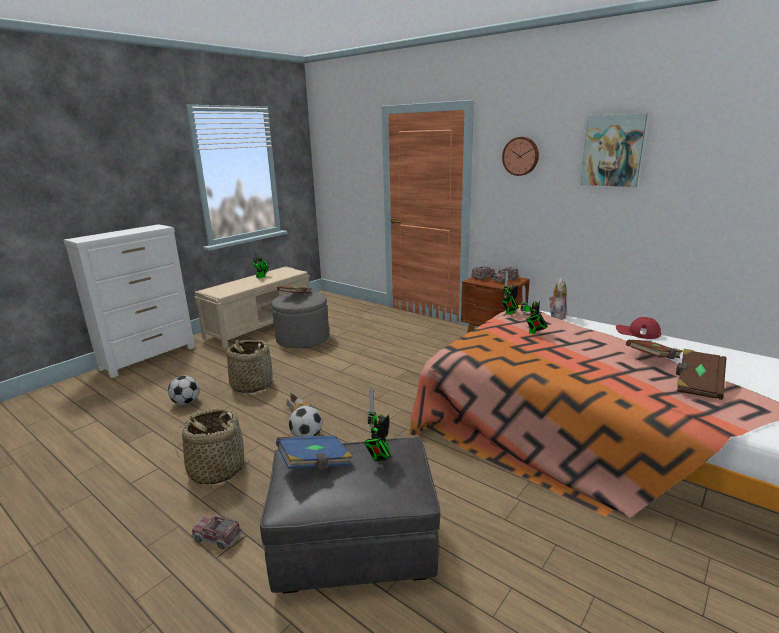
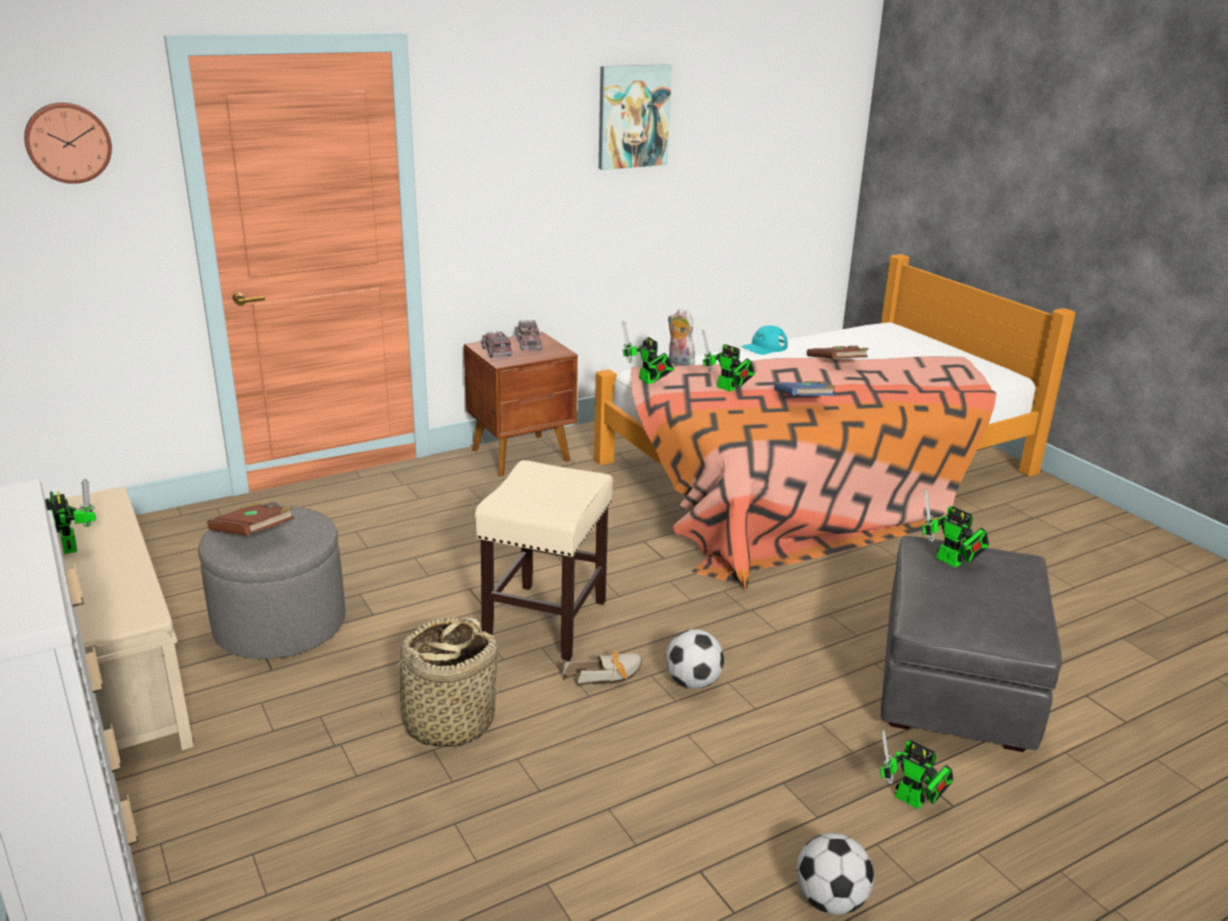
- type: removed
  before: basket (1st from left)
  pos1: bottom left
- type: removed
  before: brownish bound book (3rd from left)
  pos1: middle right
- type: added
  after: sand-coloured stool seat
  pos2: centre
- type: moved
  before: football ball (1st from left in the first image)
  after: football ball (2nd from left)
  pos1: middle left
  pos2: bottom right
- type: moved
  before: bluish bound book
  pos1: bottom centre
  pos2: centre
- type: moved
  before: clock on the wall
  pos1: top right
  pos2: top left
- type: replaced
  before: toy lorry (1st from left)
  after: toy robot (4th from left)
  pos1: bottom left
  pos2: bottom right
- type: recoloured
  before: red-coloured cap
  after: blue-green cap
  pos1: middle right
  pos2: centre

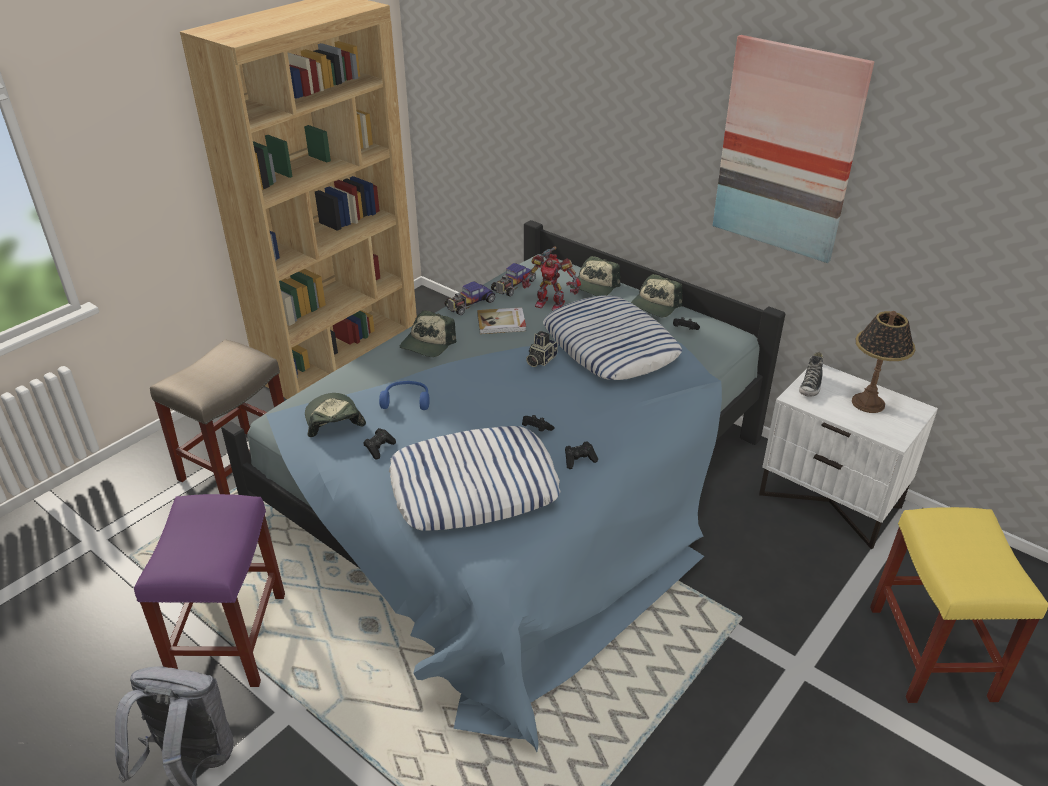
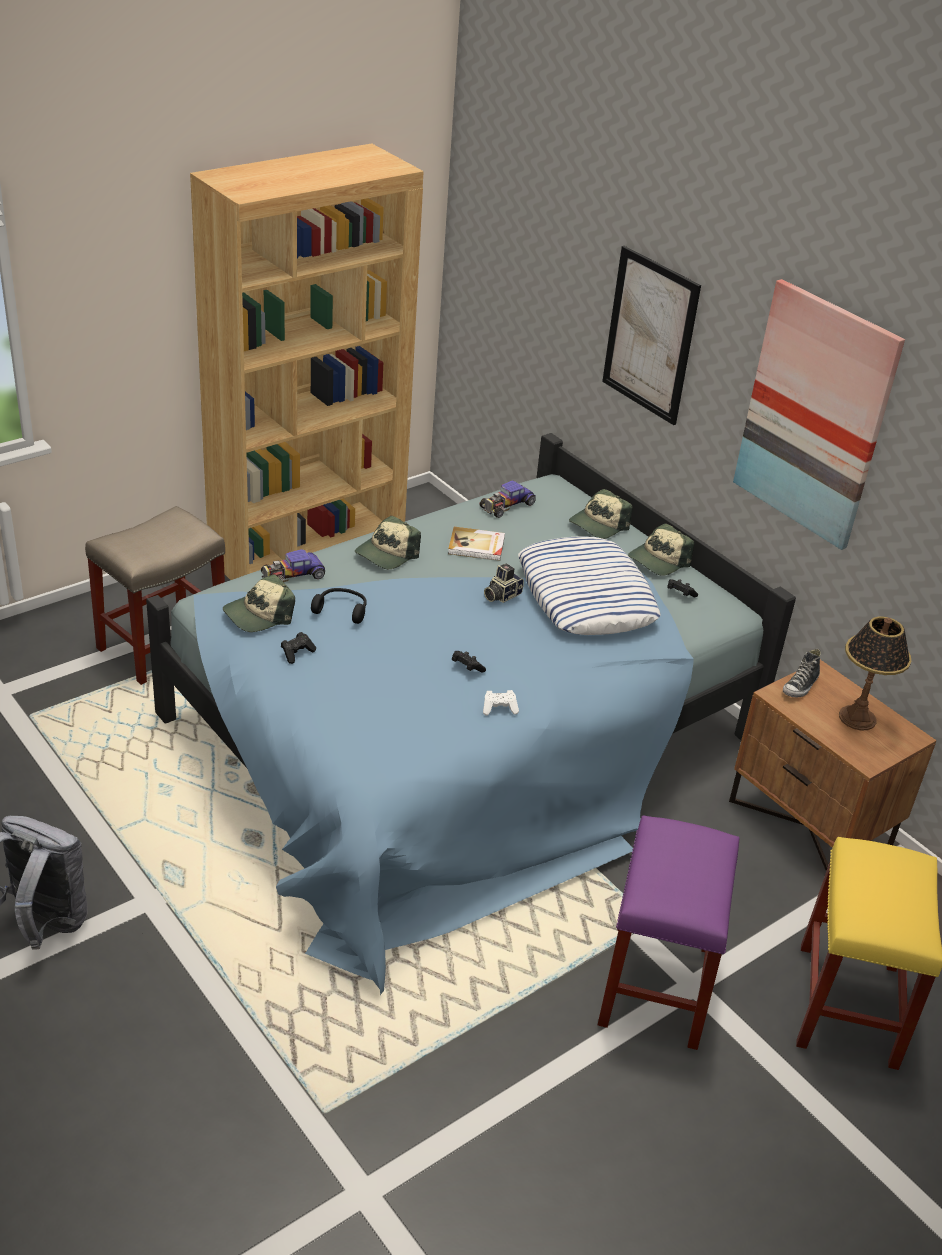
- type: removed
  before: cushion (1st from left)
  pos1: centre
- type: removed
  before: toy robot
  pos1: centre
- type: added
  after: wall art (1st from left)
  pos2: top right
- type: moved
  before: purple stool seat
  pos1: bottom left
  pos2: bottom right
- type: moved
  before: model car (1st from left)
  pos1: centre
  pos2: middle left
- type: recoloured
  before: bluish headset
  after: black headset
  pos1: centre
  pos2: centre
- type: recoloured
  before: black game controller (3rd from left)
  after: whitish game controller
  pos1: centre
  pos2: centre
- type: recoloured
  before: whitish night table
  after: brownish night table
  pos1: middle right
  pos2: middle right
- type: turned
  before: cap (1st from left)
  pos1: middle left
  pos2: middle left
  turn: -120

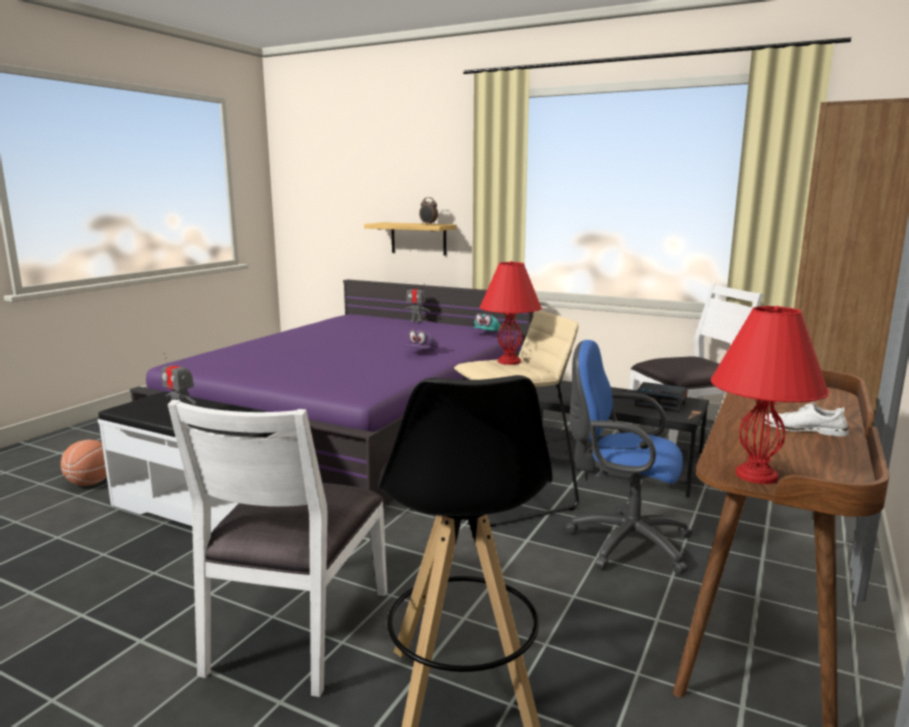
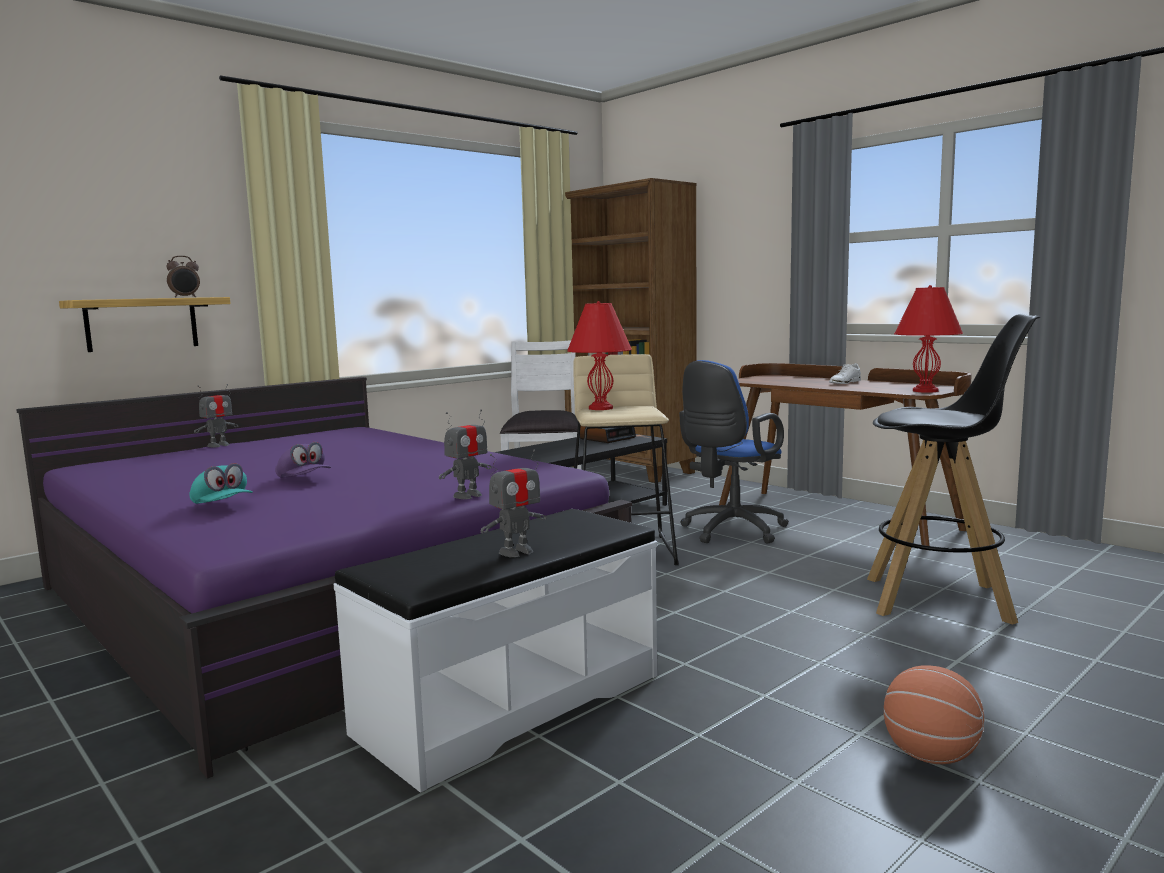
- type: removed
  before: whitish upright chair (1st from left)
  pos1: bottom left
- type: added
  after: toy robot (2nd from left)
  pos2: centre
- type: moved
  before: basketball ball
  pos1: middle left
  pos2: bottom right
- type: moved
  before: purple cap
  pos1: centre
  pos2: middle left
- type: moved
  before: blue-green cap
  pos1: centre
  pos2: middle left

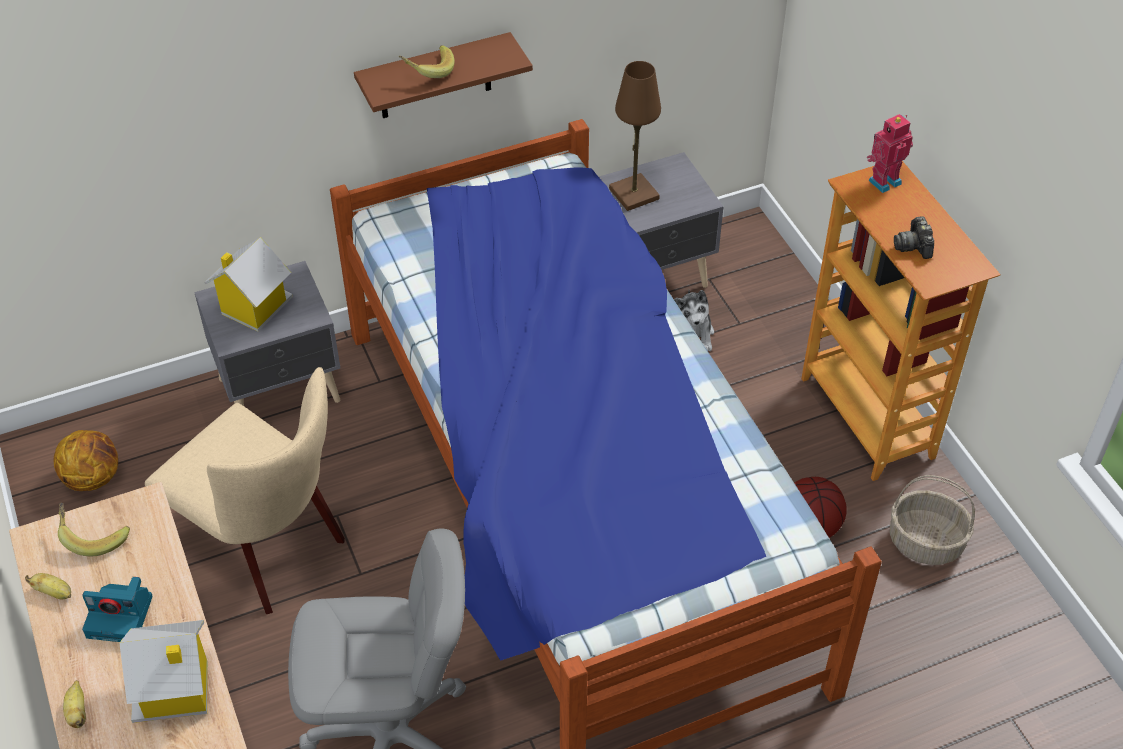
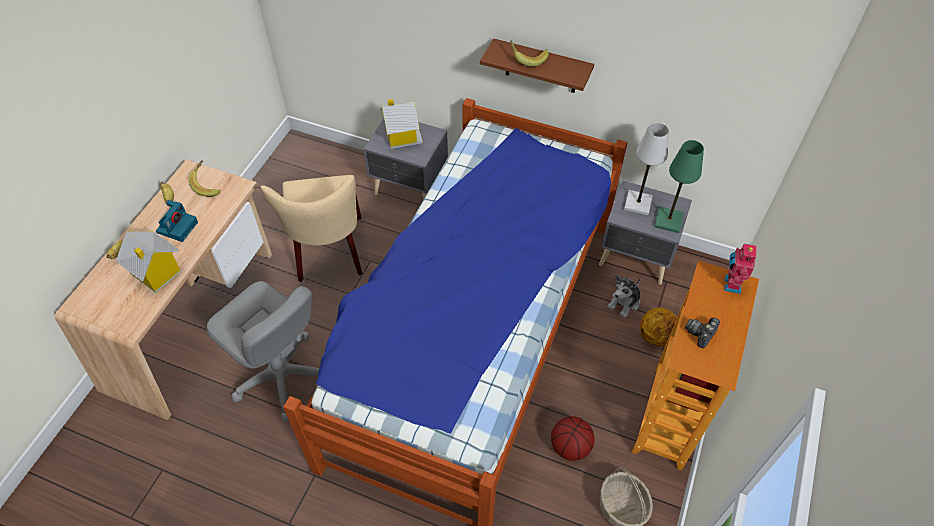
- type: added
  after: greenish table lamp
  pos2: middle right
- type: moved
  before: basketball ball (1st from left in the first image)
  after: basketball ball (2nd from left)
  pos1: middle left
  pos2: middle right
- type: recoloured
  before: brownish table lamp
  after: whitish table lamp
  pos1: top centre
  pos2: top right
- type: turned
  before: photo camera (1st from left)
  pos1: bottom left
  pos2: middle left
  turn: -120
- type: turned
  before: toy robot
  pos1: top right
  pos2: middle right
  turn: -90

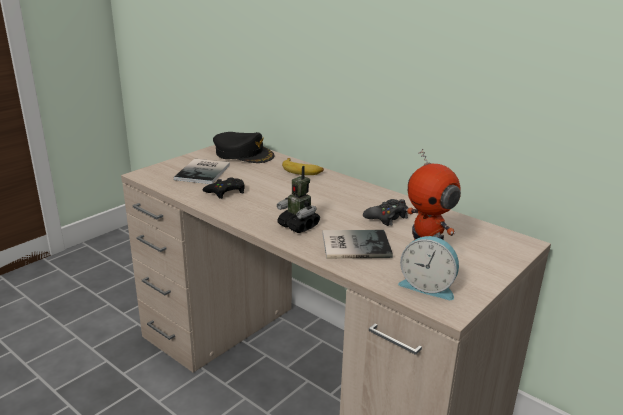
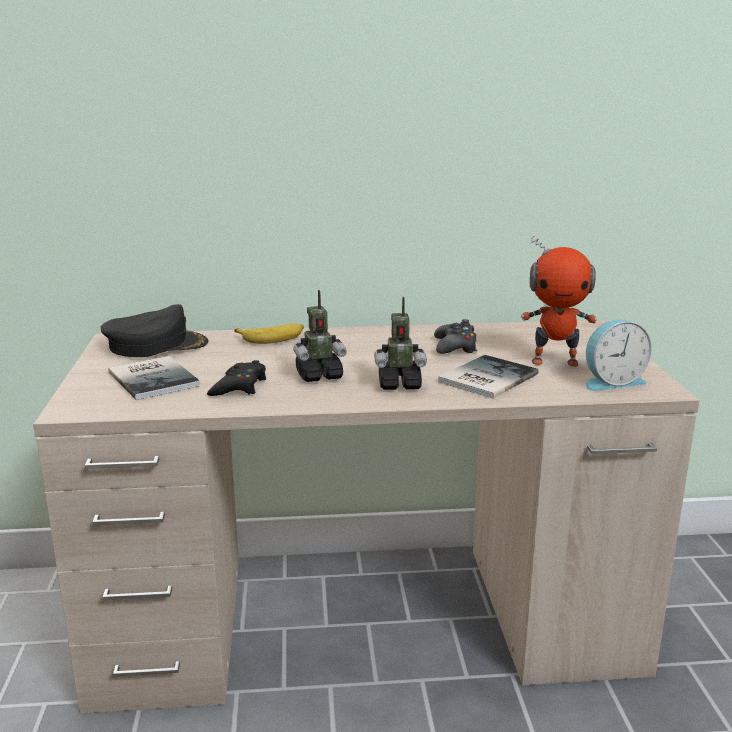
- type: added
  after: toy robot (1st from left)
  pos2: centre

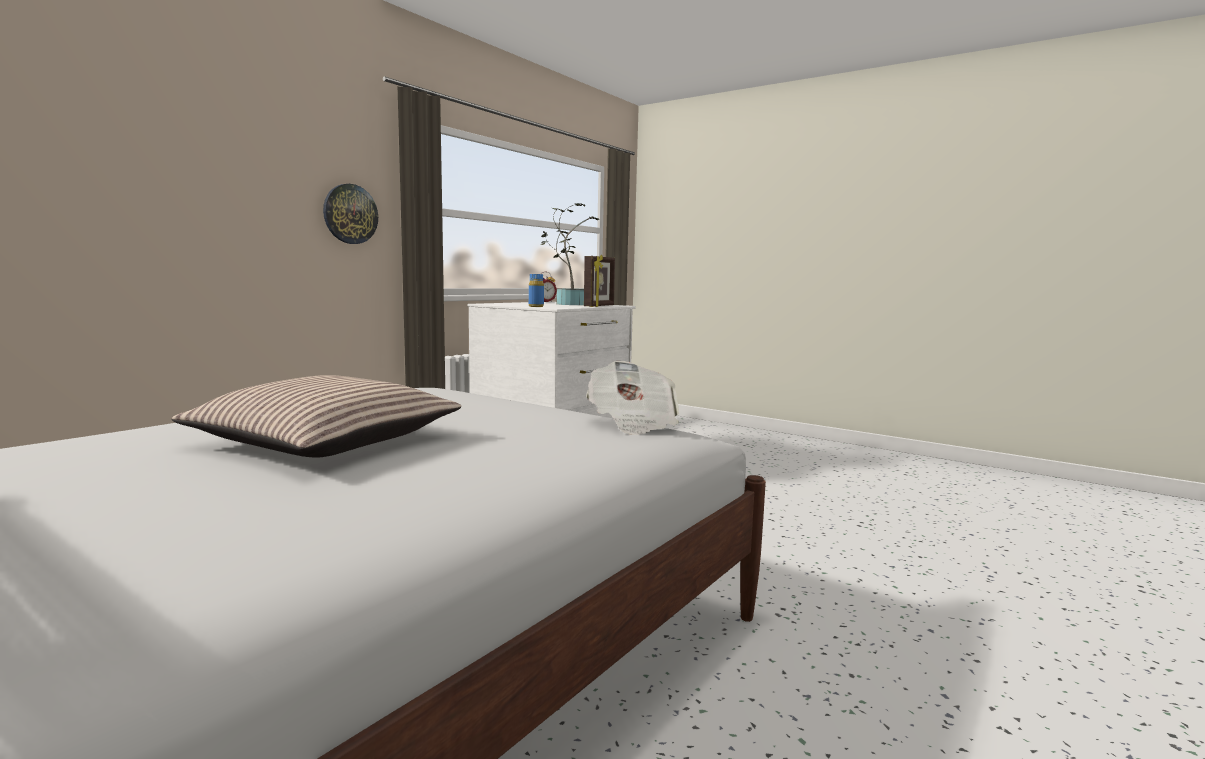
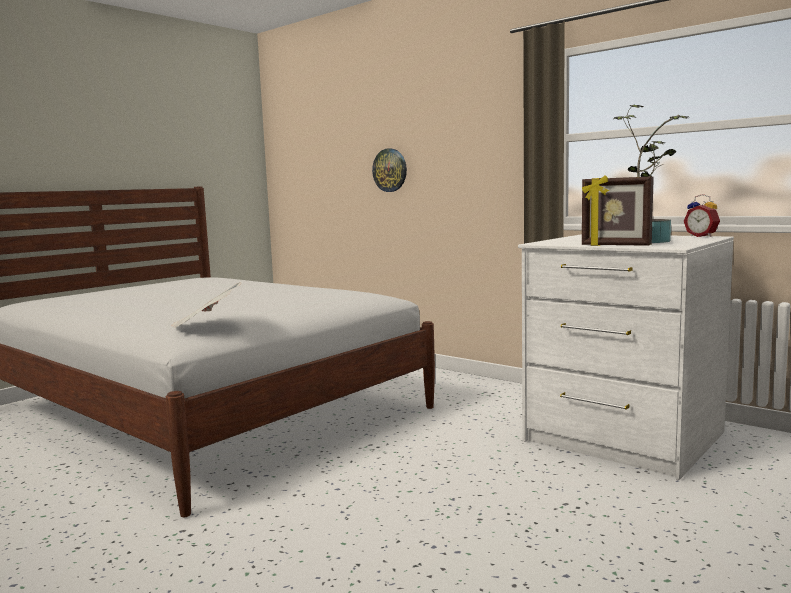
- type: removed
  before: cushion
  pos1: middle left
- type: removed
  before: bluish beverage bottle
  pos1: centre
- type: moved
  before: clock on the wall
  pos1: top left
  pos2: top centre

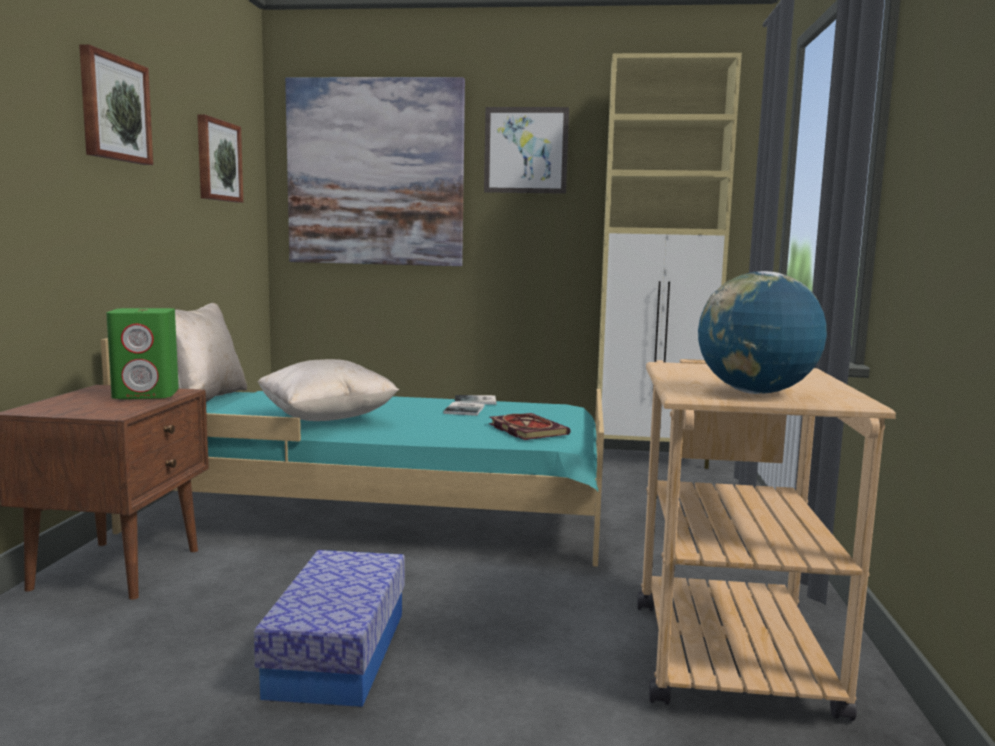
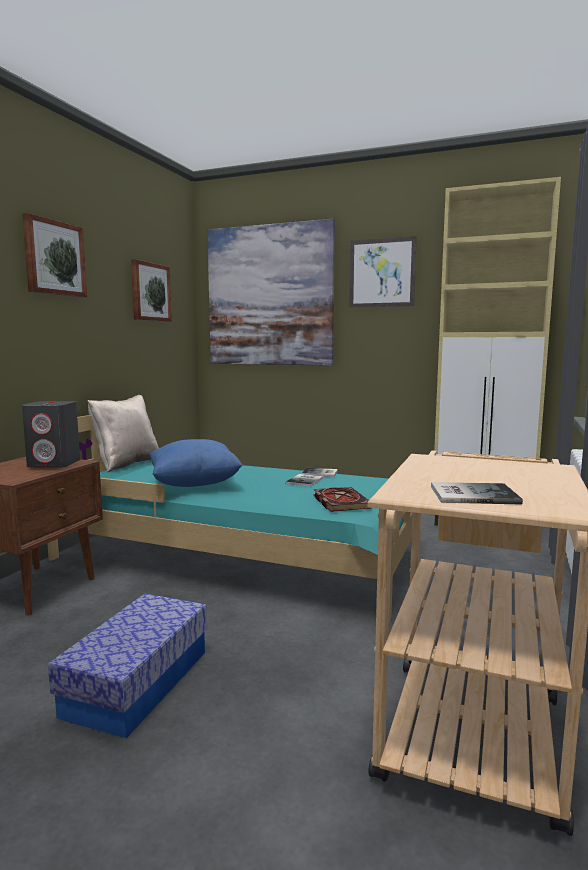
- type: replaced
  before: desk globe
  after: bound book (4th from left)
  pos1: middle right
  pos2: middle right
- type: recoloured
  before: greenish loudspeaker
  after: greyish loudspeaker
  pos1: middle left
  pos2: middle left
- type: recoloured
  before: sand-coloured cushion (2nd from left)
  after: bluish cushion
  pos1: middle left
  pos2: centre

